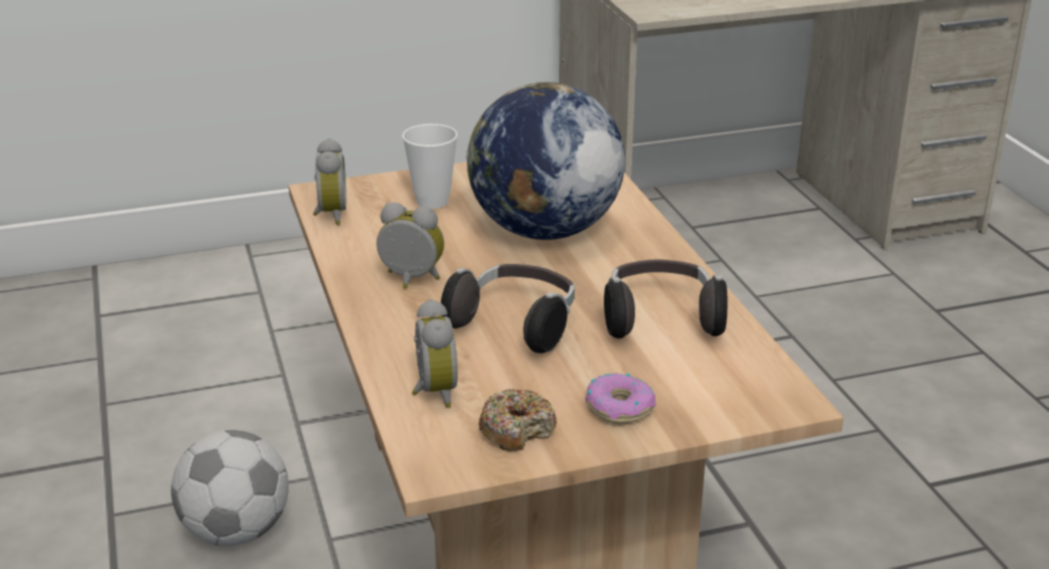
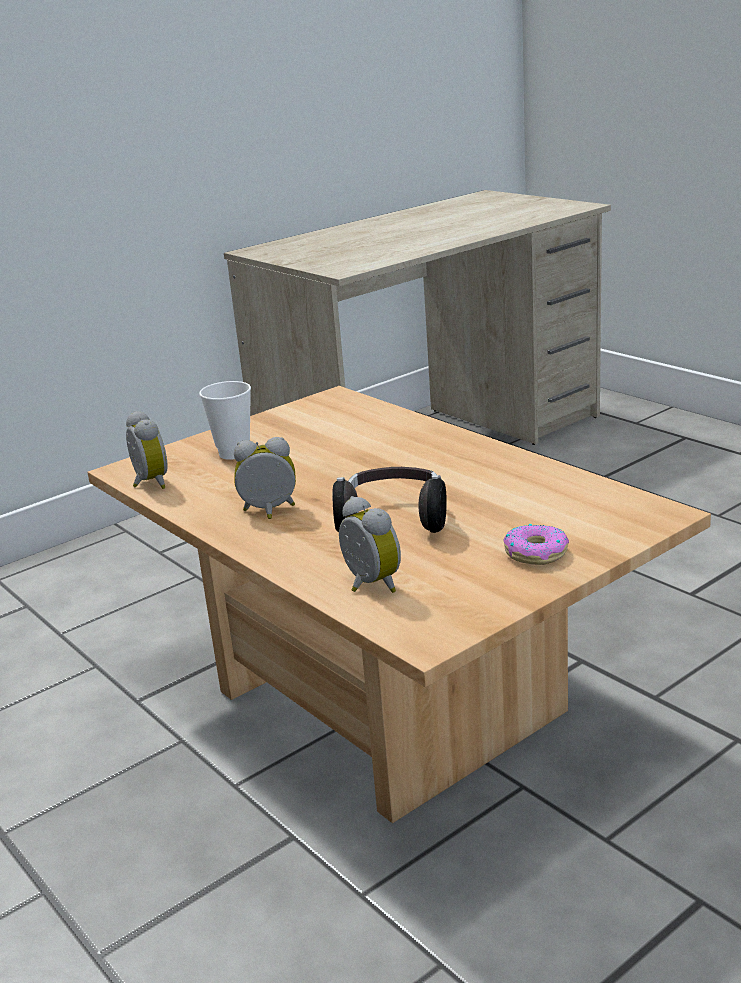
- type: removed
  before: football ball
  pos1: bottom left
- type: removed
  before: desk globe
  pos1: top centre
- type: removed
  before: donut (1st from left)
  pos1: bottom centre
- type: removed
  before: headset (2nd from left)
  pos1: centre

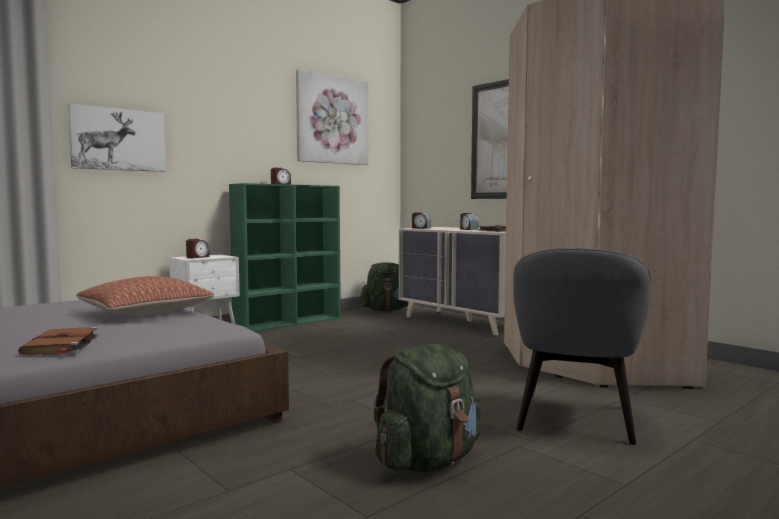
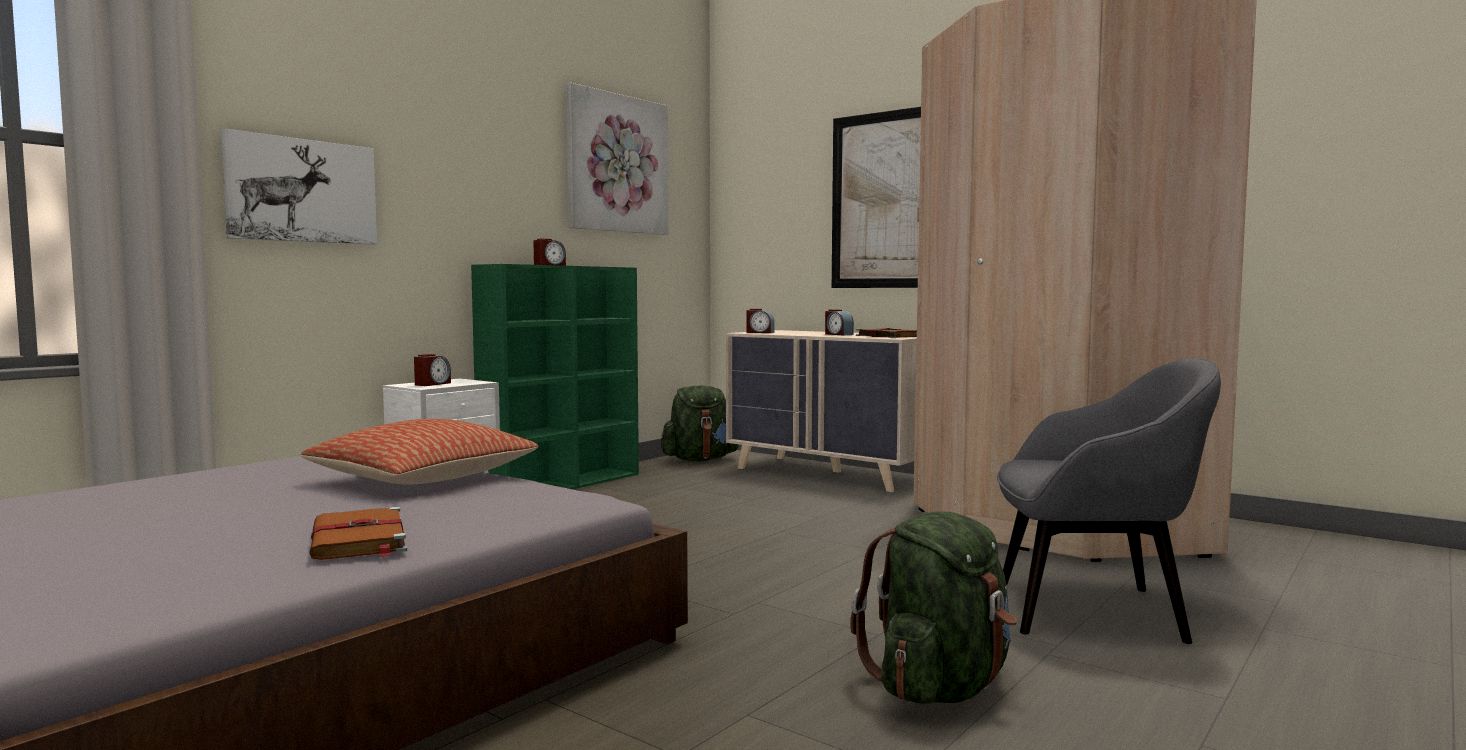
- type: turned
  before: greyish easy chair
  pos1: bottom right
  pos2: bottom right
  turn: -90

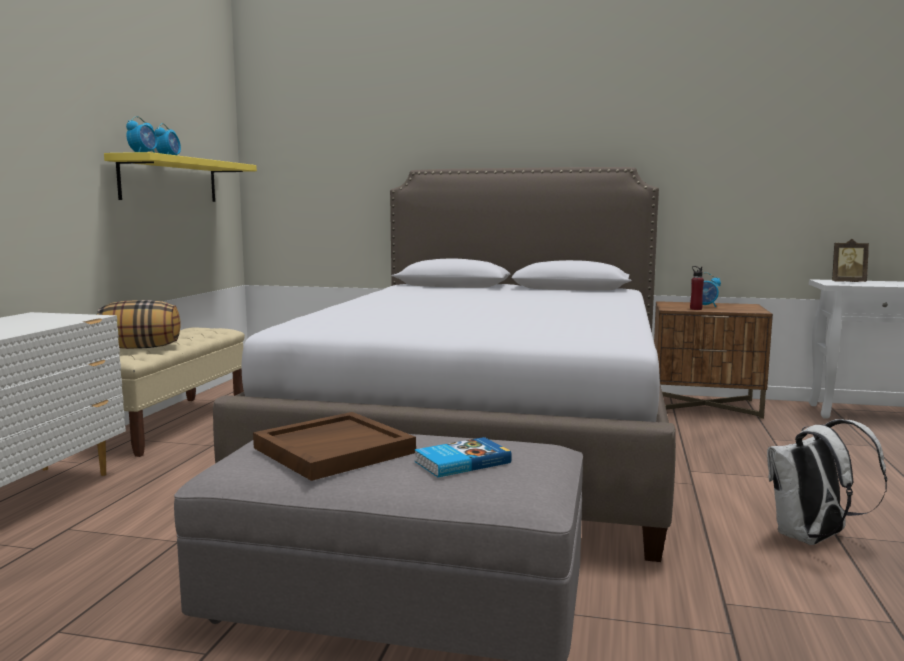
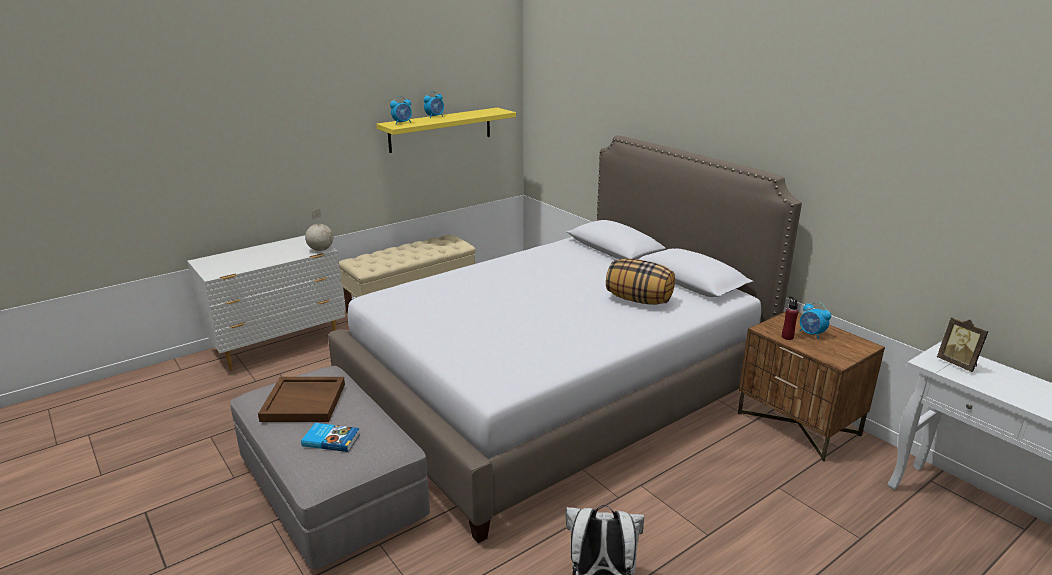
- type: added
  after: desk globe
  pos2: middle left
- type: moved
  before: cushion
  pos1: middle left
  pos2: centre

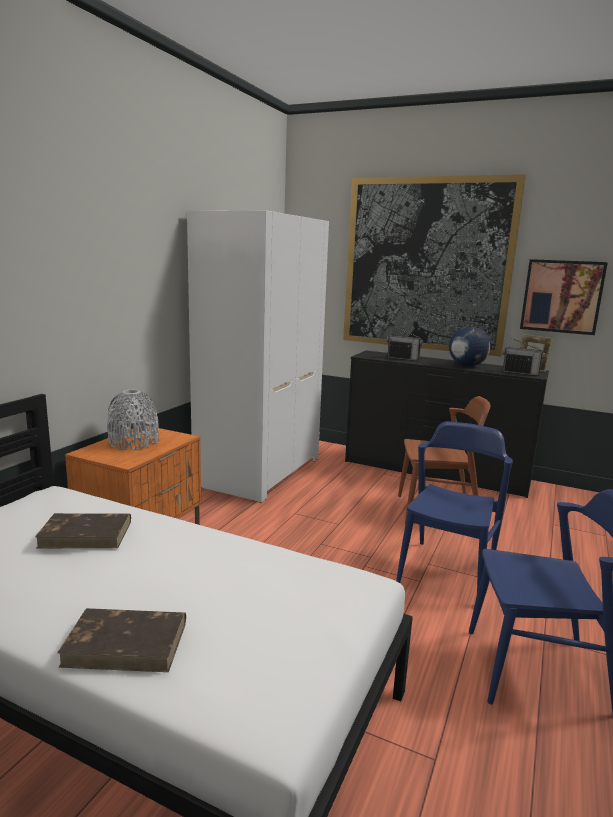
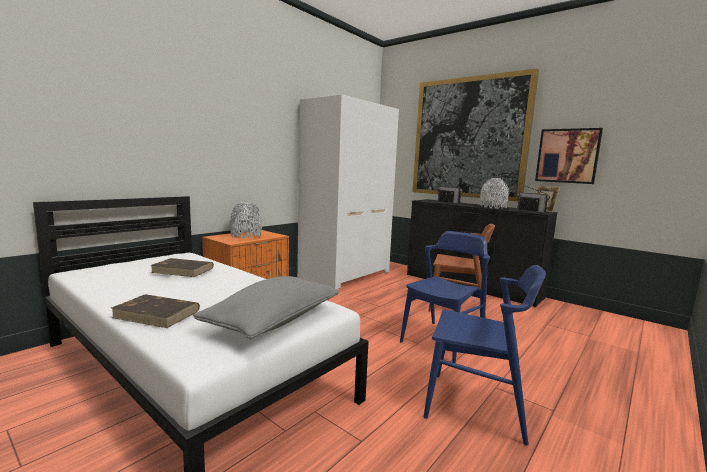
- type: added
  after: greyish cushion
  pos2: centre
- type: replaced
  before: desk globe
  after: greyish vase (2nd from left)
  pos1: middle right
  pos2: middle right

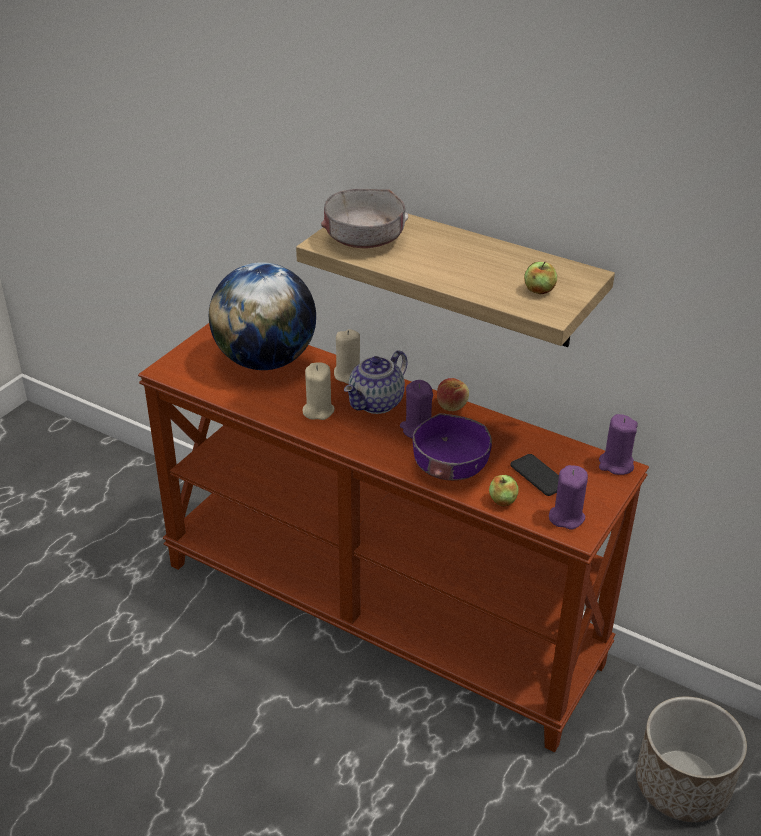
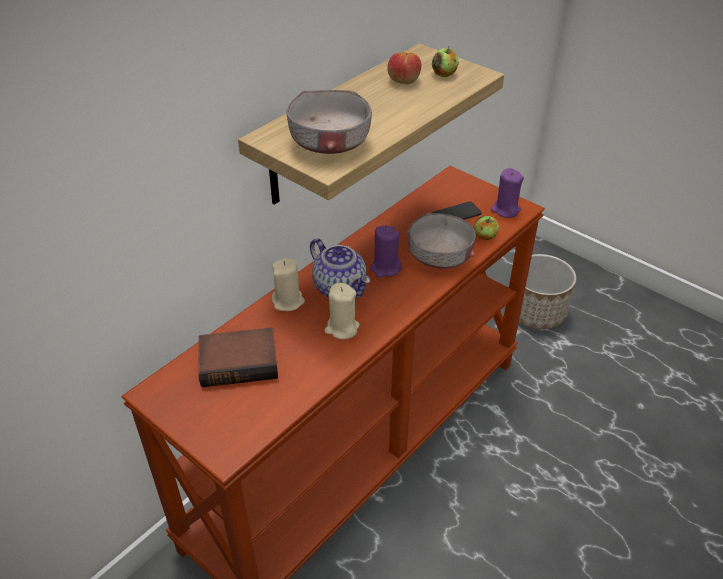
- type: removed
  before: purple wax light (3rd from left)
  pos1: middle right
- type: moved
  before: whole apple (1st from left)
  pos1: centre
  pos2: top centre
- type: replaced
  before: desk globe
  after: bound book
  pos1: centre
  pos2: middle left
- type: recoloured
  before: purple deep dish
  after: greyish deep dish (2nd from left)
  pos1: centre
  pos2: centre

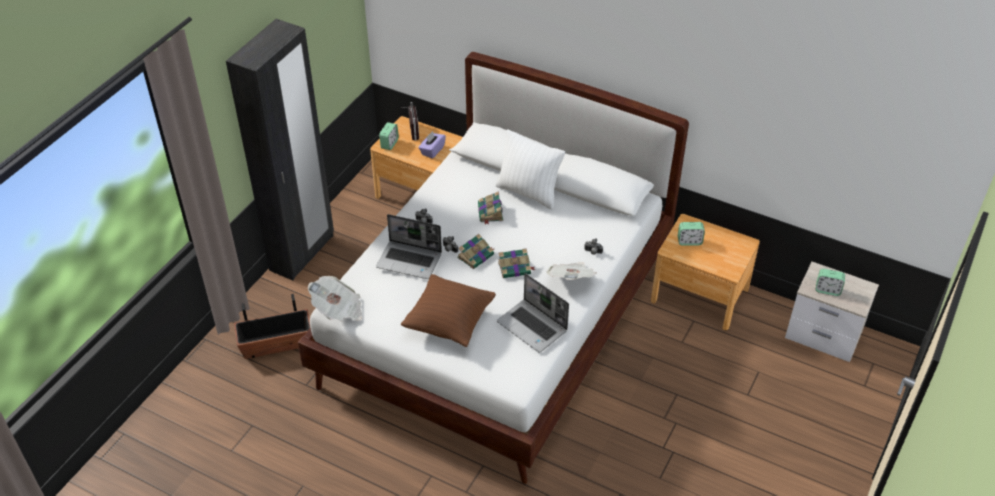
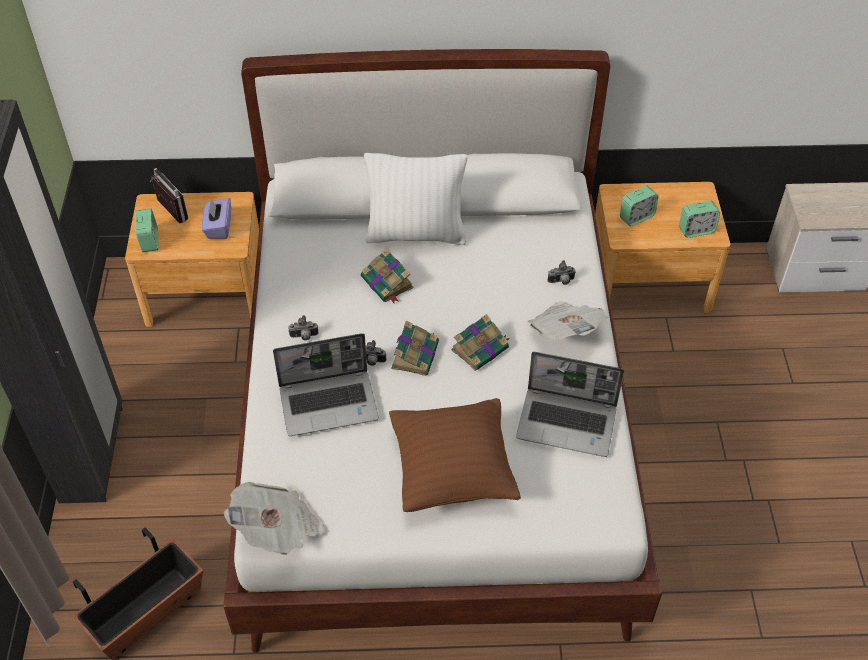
- type: moved
  before: alarm clock (3rd from left)
  pos1: middle right
  pos2: top right

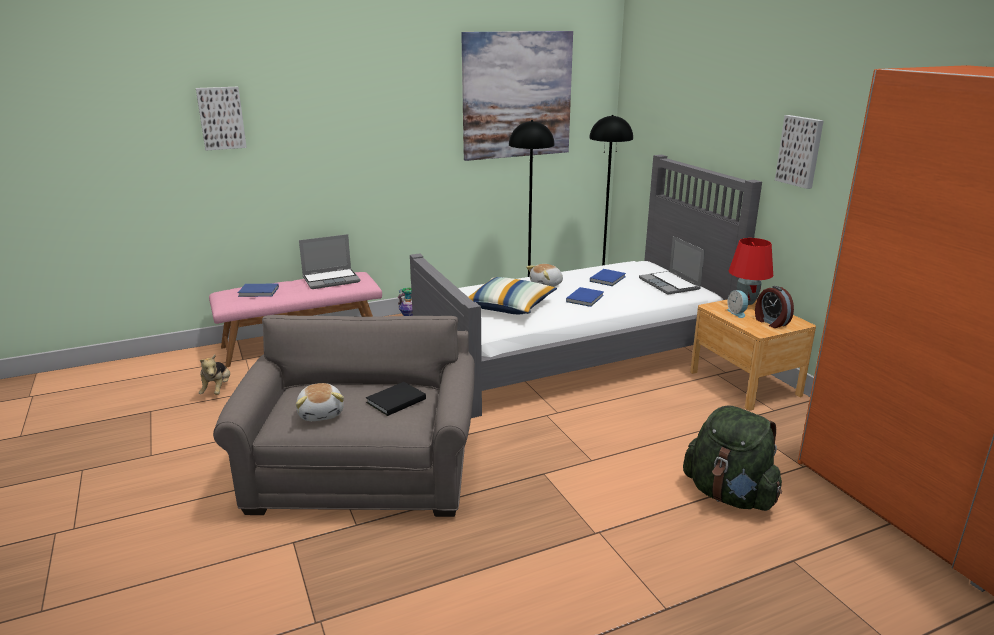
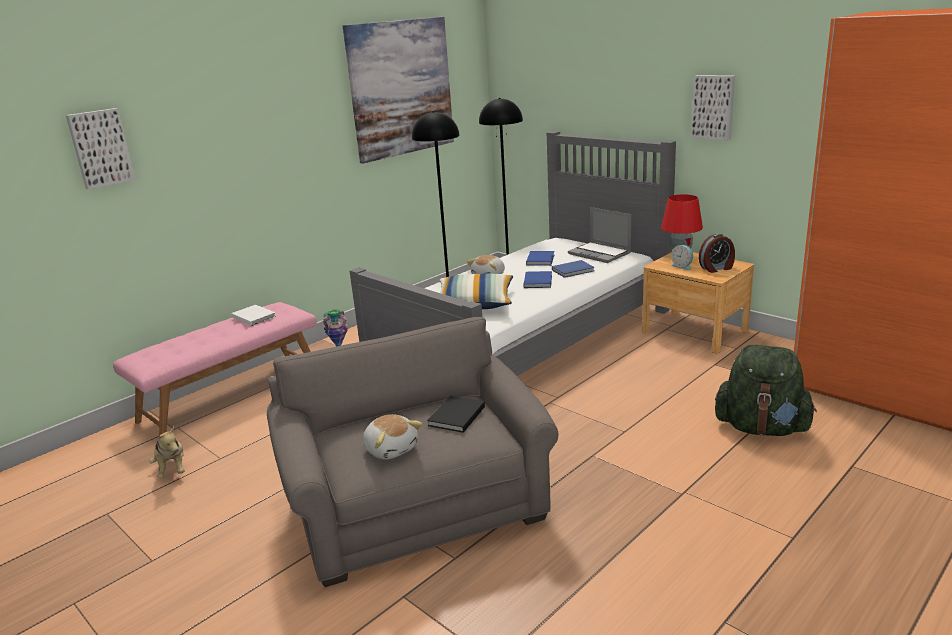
- type: moved
  before: bluish bound book (1st from left in the first image)
  after: bluish bound book (3rd from left)
  pos1: middle left
  pos2: centre
- type: replaced
  before: notebook computer (1st from left)
  after: whitish bound book
  pos1: middle left
  pos2: middle left
- type: turned
  before: alarm clock (2nd from left)
  pos1: middle right
  pos2: middle right
  turn: -60

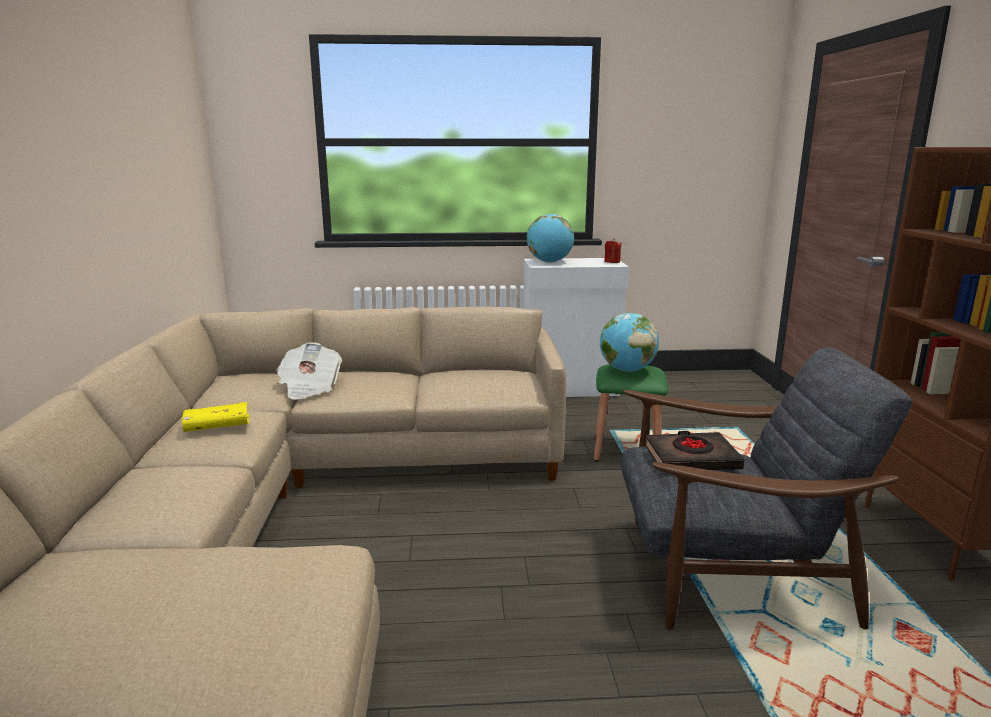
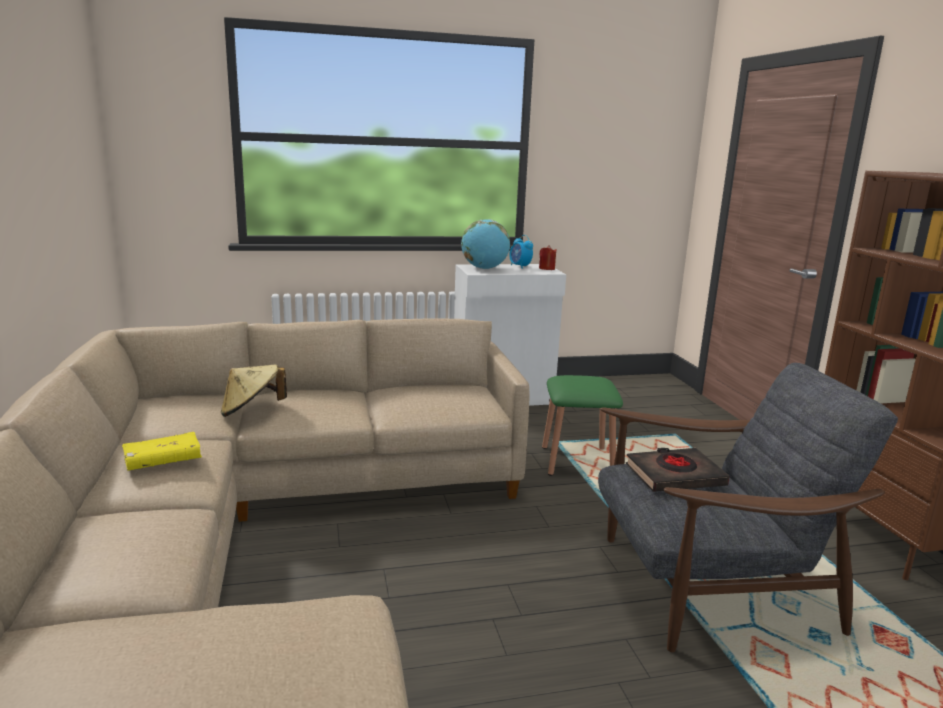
- type: removed
  before: desk globe (2nd from left)
  pos1: centre
- type: added
  after: alarm clock
  pos2: centre
- type: replaced
  before: newspaper
  after: sand-coloured hat
  pos1: middle left
  pos2: middle left

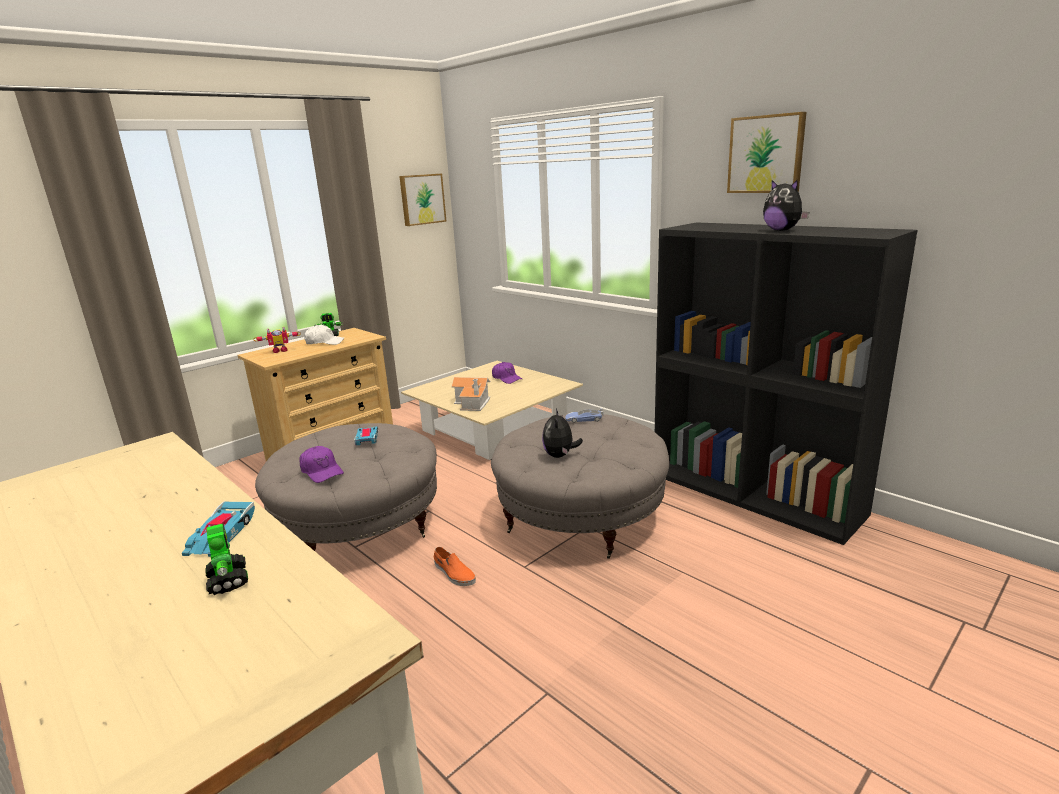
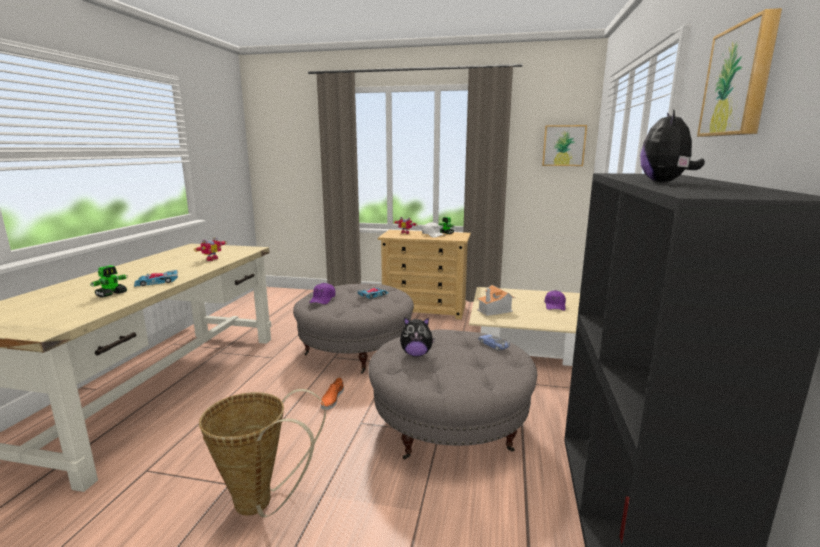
- type: added
  after: toy robot (2nd from left)
  pos2: middle left
- type: added
  after: basket
  pos2: bottom left
- type: turned
  before: plush toy (1st from left)
  pos1: centre
  pos2: centre
  turn: -150

